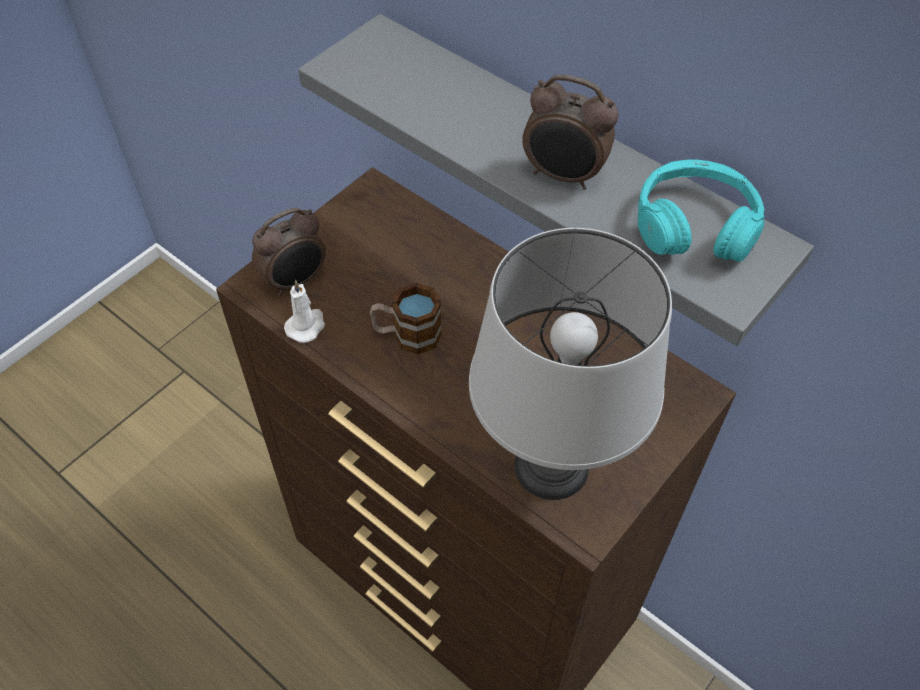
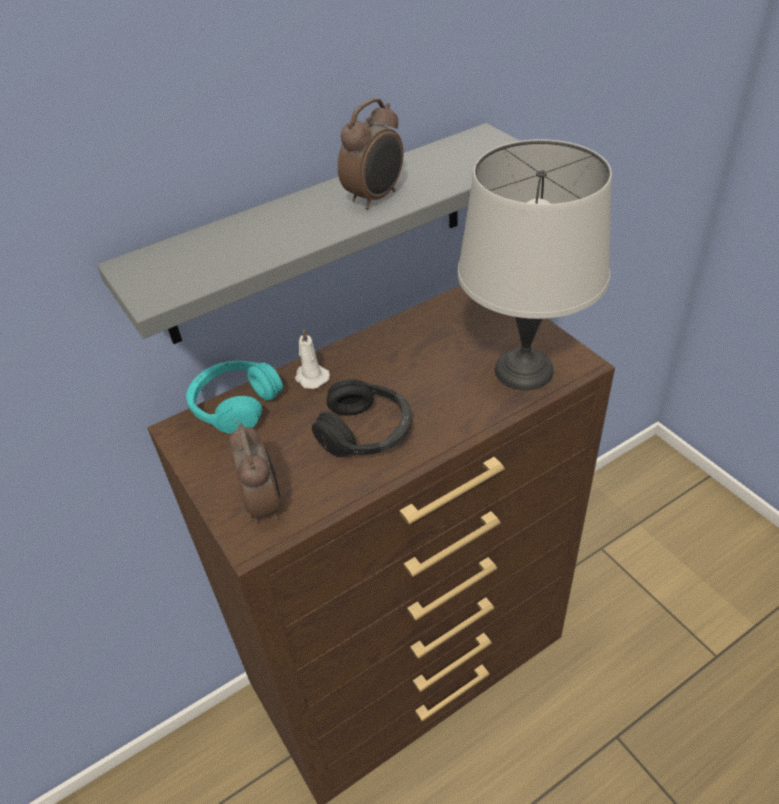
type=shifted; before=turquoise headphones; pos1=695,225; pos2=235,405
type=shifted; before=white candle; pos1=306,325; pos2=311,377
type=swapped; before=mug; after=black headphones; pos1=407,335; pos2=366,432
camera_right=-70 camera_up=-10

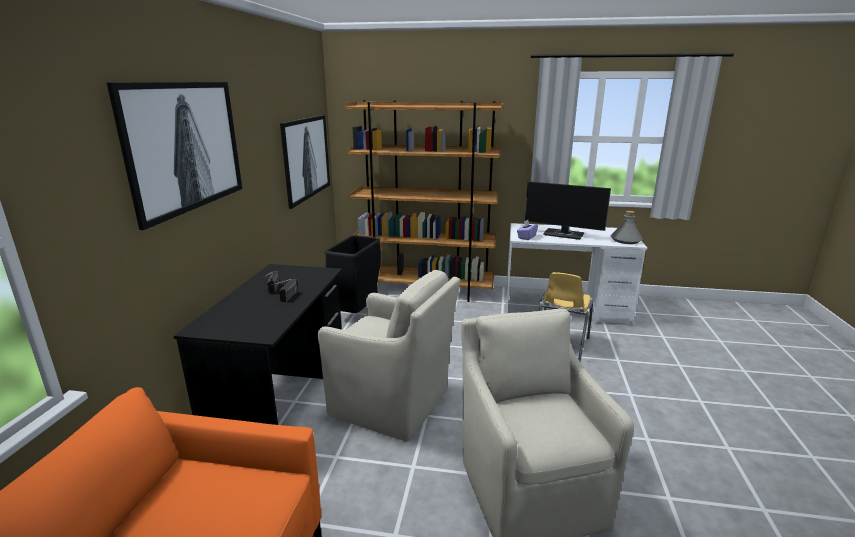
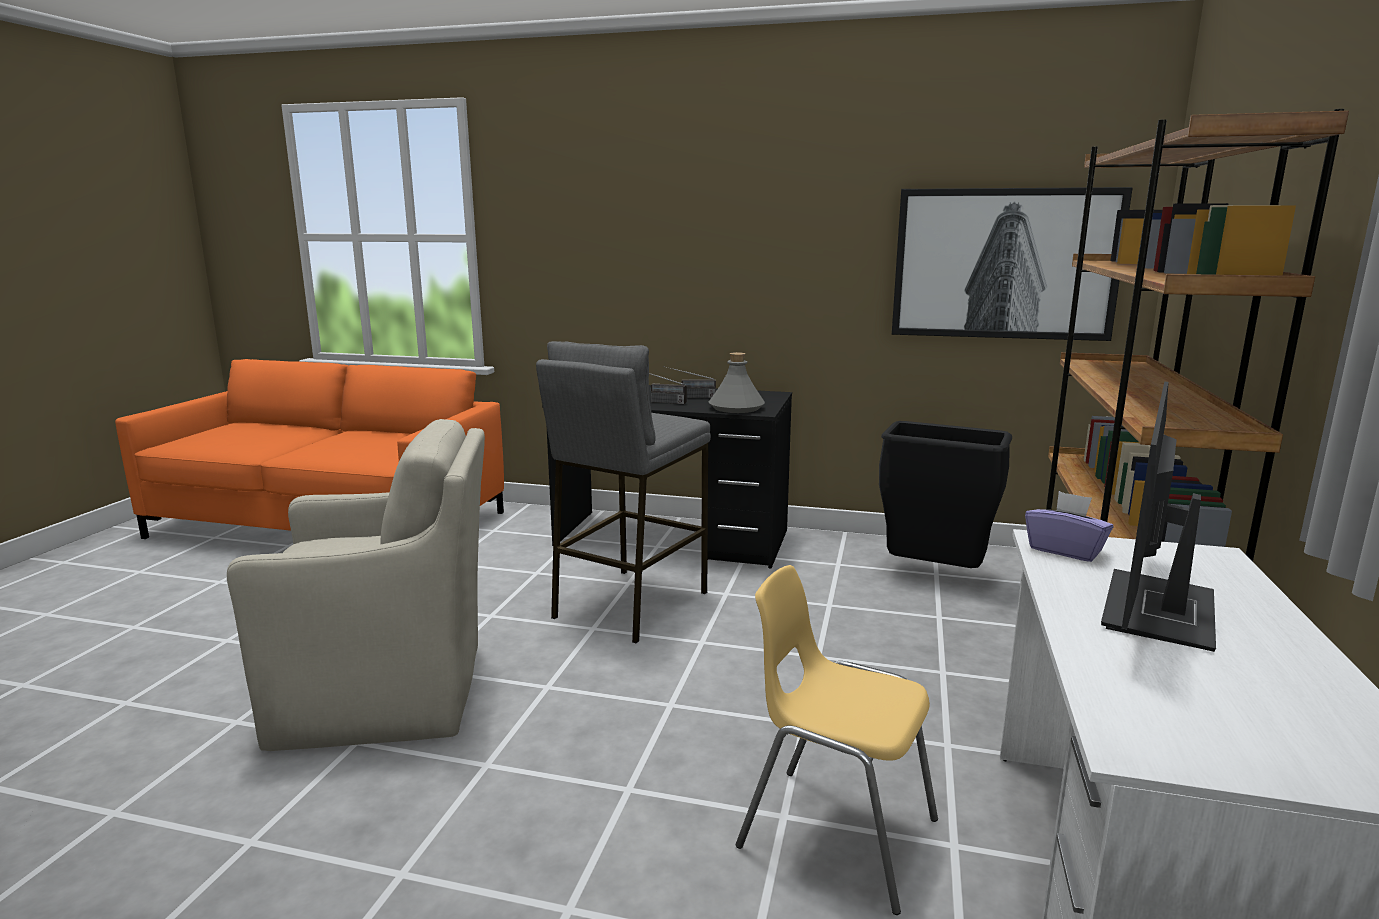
type=swapped; before=beige armchair; after=grey stool; pos1=392,404; pos2=629,604
type=shifted; before=grey bottle; pos1=625,240; pos2=736,408
type=gone; before=picture; pos1=184,146
camera_right=95 camera_up=-5

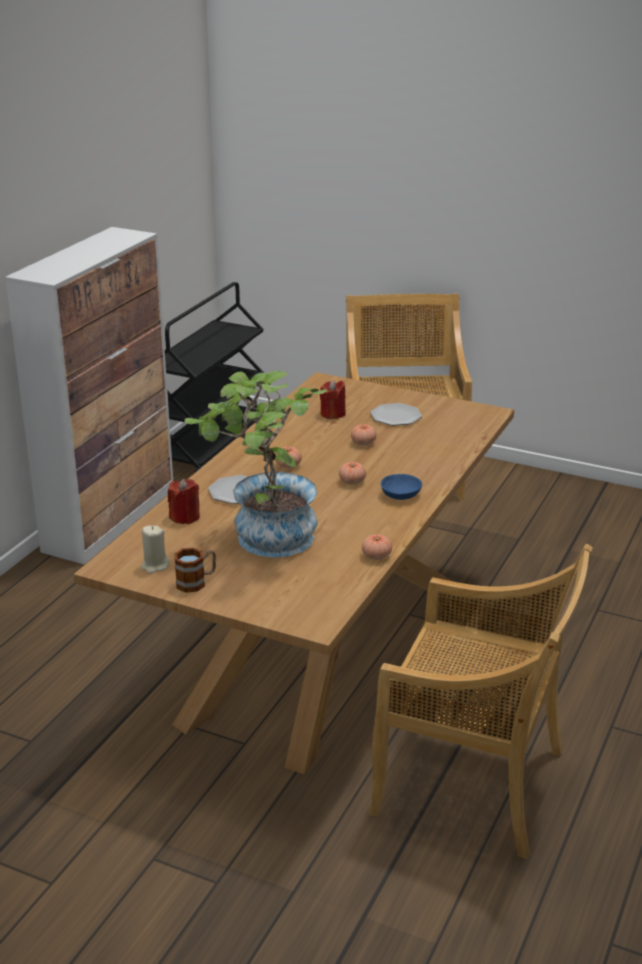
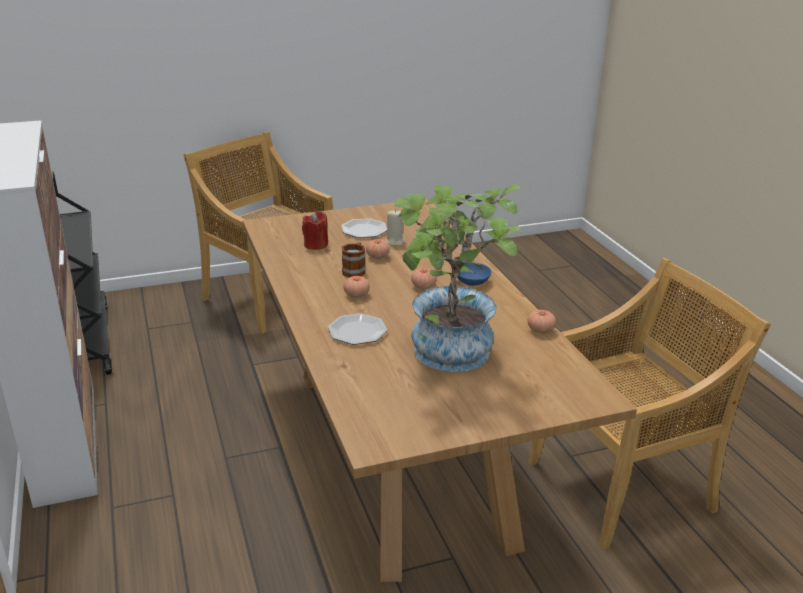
type=shifted; before=mug; pos1=196,582; pos2=355,270
type=shifted; before=beige candle; pos1=155,566; pos2=395,241
type=gone; before=red candle; pos1=185,517
camera_right=-45 camera_up=0

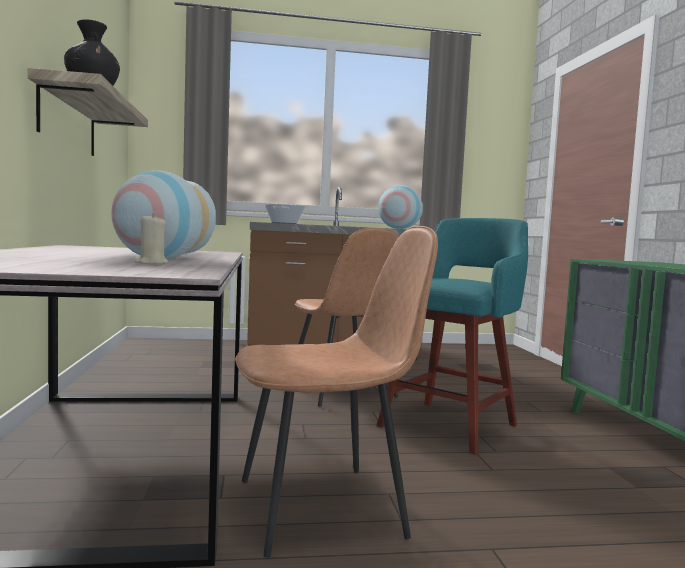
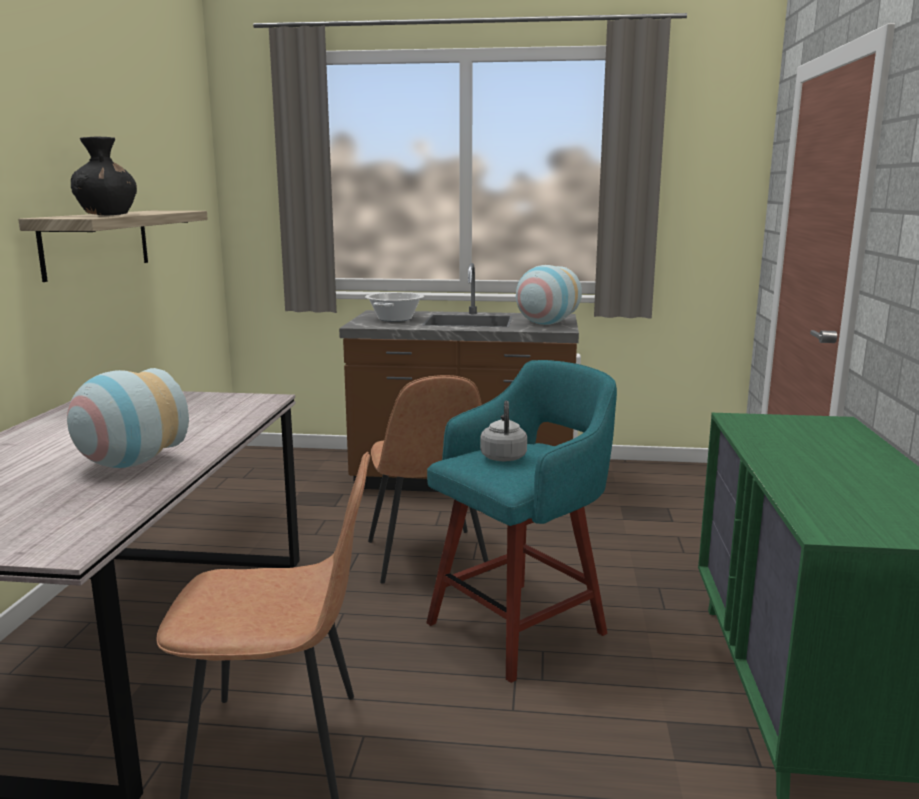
type=new; after=grey kettle; pos2=503,456
type=gone; before=beige candle; pos1=151,263
camera_right=15 camera_up=10

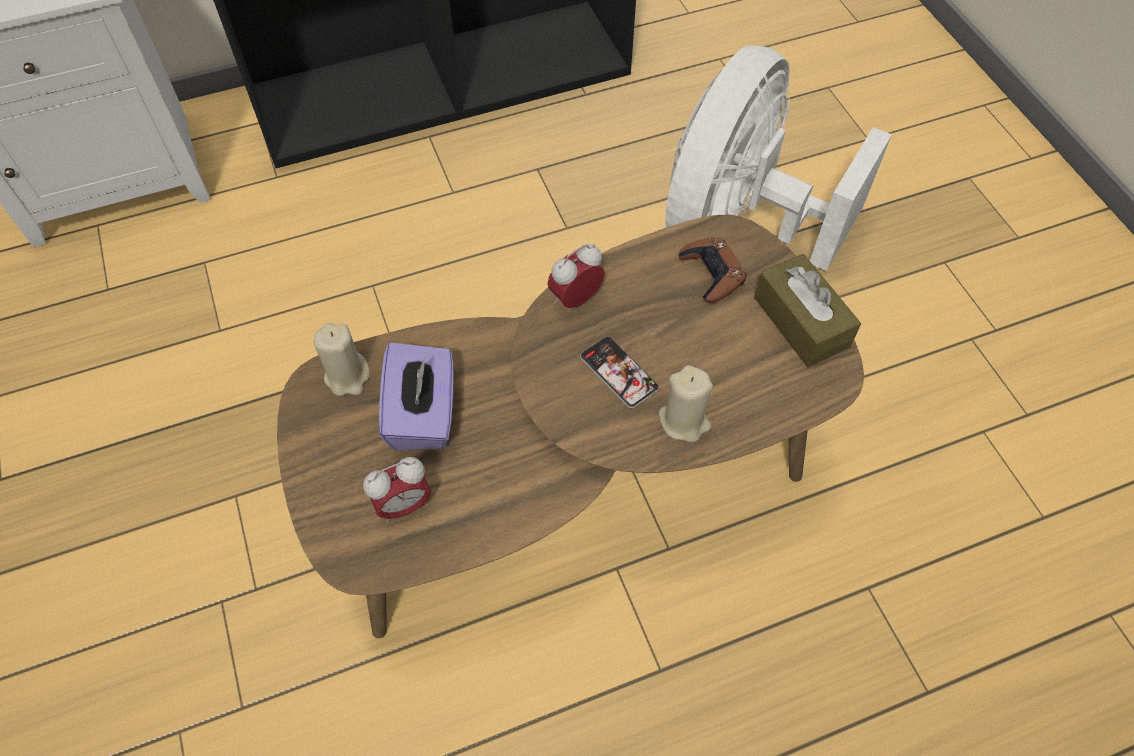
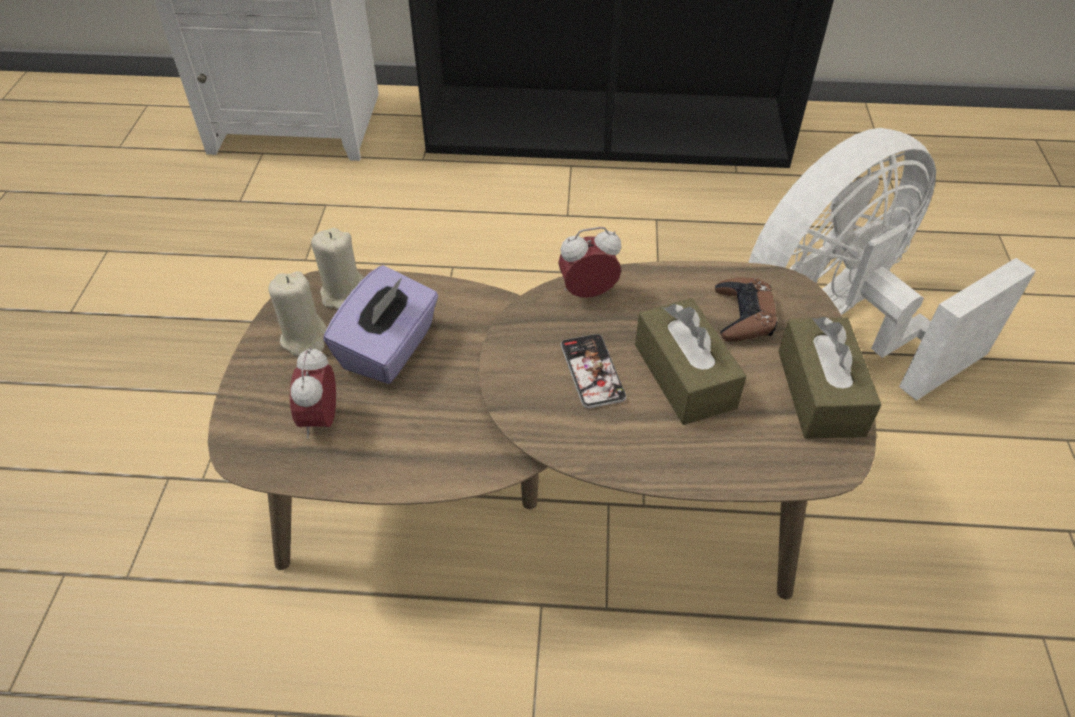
type=shifted; before=beige candle; pos1=684,421; pos2=305,338
type=rotated; before=alarm clock; pos1=404,505; pos2=321,419; turn=90
type=new; after=brown tissue box; pos2=684,376
camera_right=25 camera_up=-10

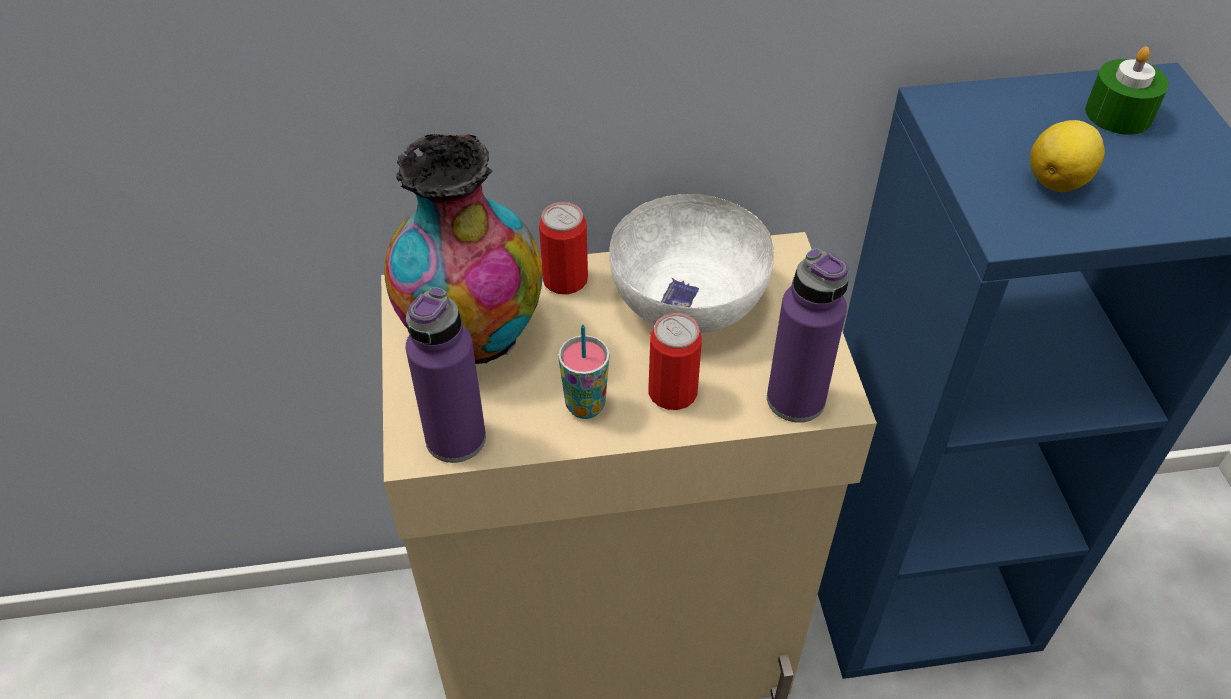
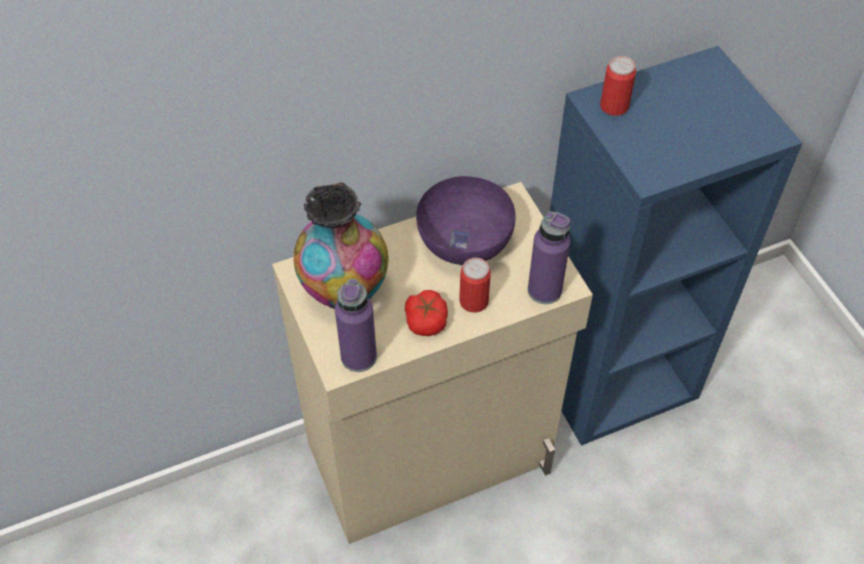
type=swapped; before=cup; after=tomato; pos1=585,406; pos2=426,320
type=repainted; before=white bowl; after=purple bowl; pos1=688,301; pos2=465,242
type=shifted; before=can; pos1=565,279; pos2=614,106
type=gone; before=lemon; pos1=1058,180
type=gone; before=green candle; pos1=1118,114
camera_right=-15 camera_up=5

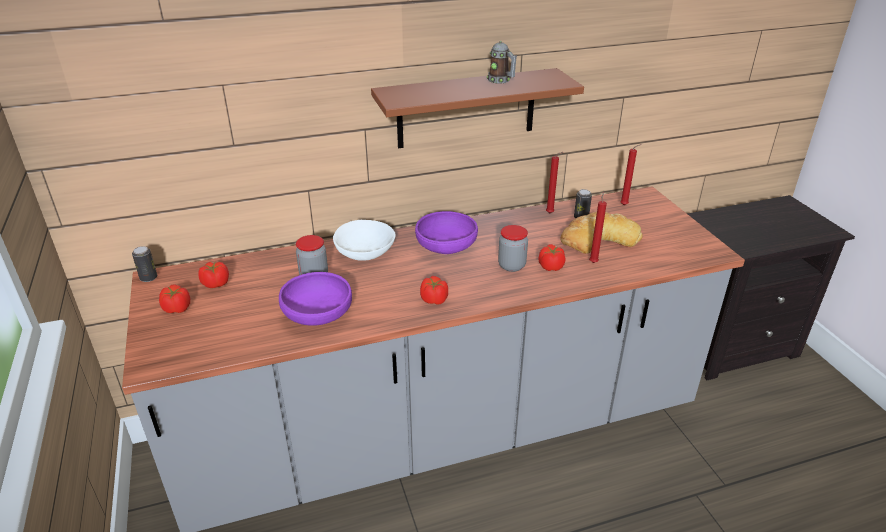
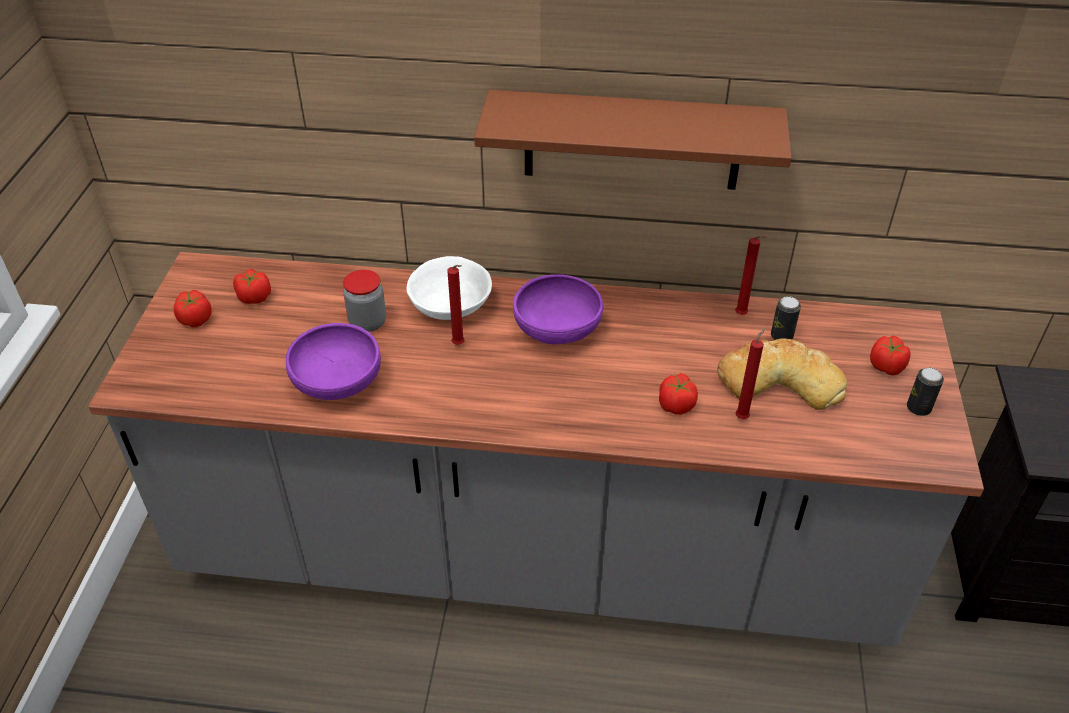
type=shifted; before=red candle; pos1=625,205; pos2=459,345
type=shifted; before=tomato; pos1=434,300; pos2=886,366
type=shifted; before=can; pos1=148,278; pos2=918,408
type=gone; before=mug; pos1=501,80
type=gone; before=jar; pos1=511,265
camera_right=25 camera_up=10

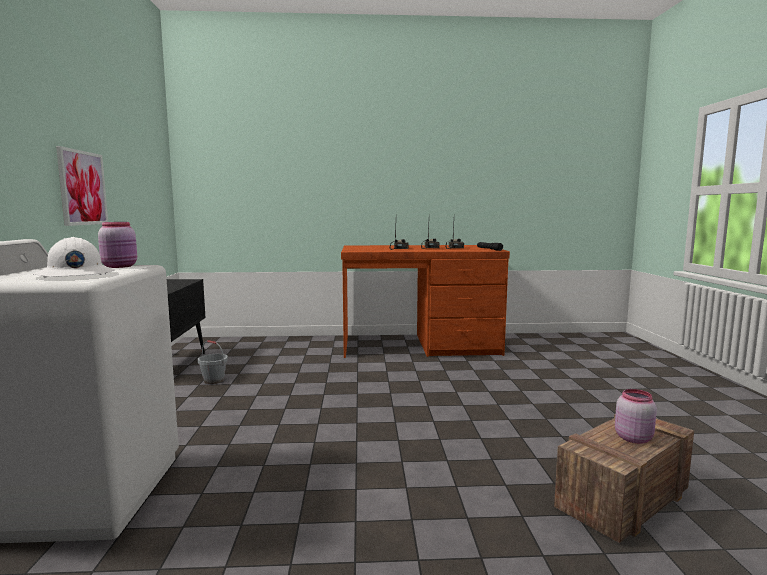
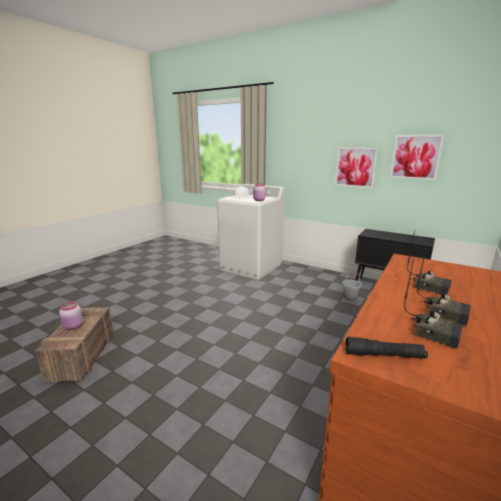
type=new; after=picture; pos2=415,157
camera_right=125 camera_up=10

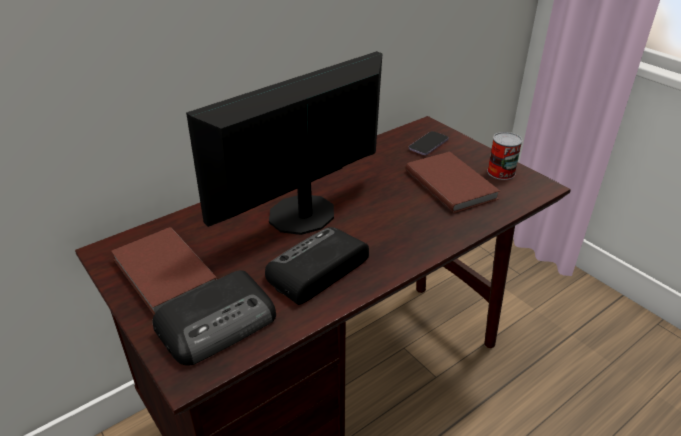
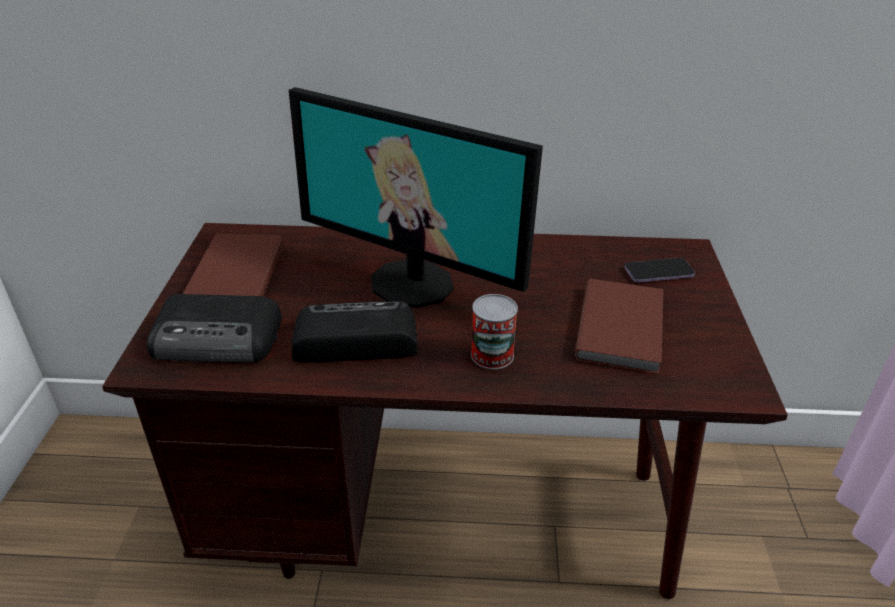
type=rotated; before=monitor; pos1=302,215; pos2=413,282; turn=-150
type=shifted; before=can; pos1=501,172; pos2=492,355
camera_right=40 camera_up=0

